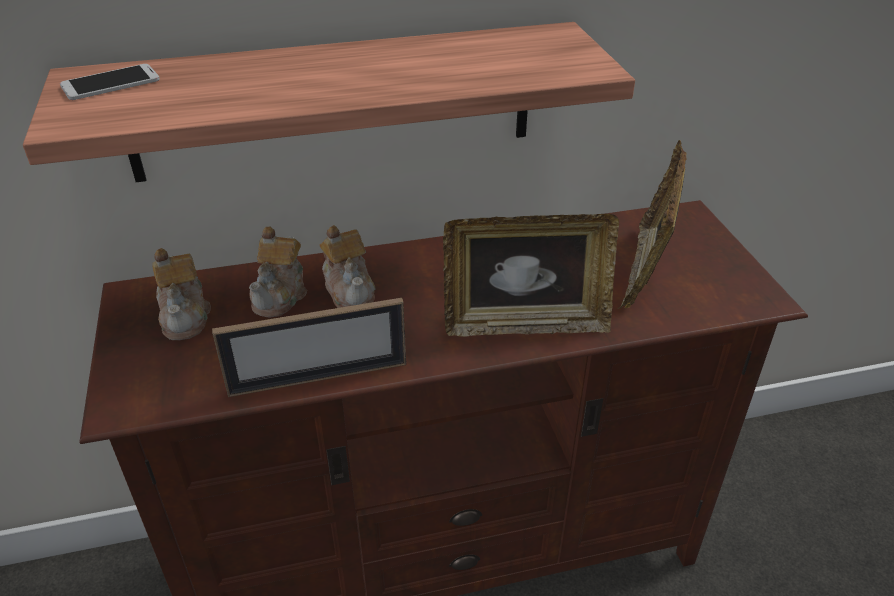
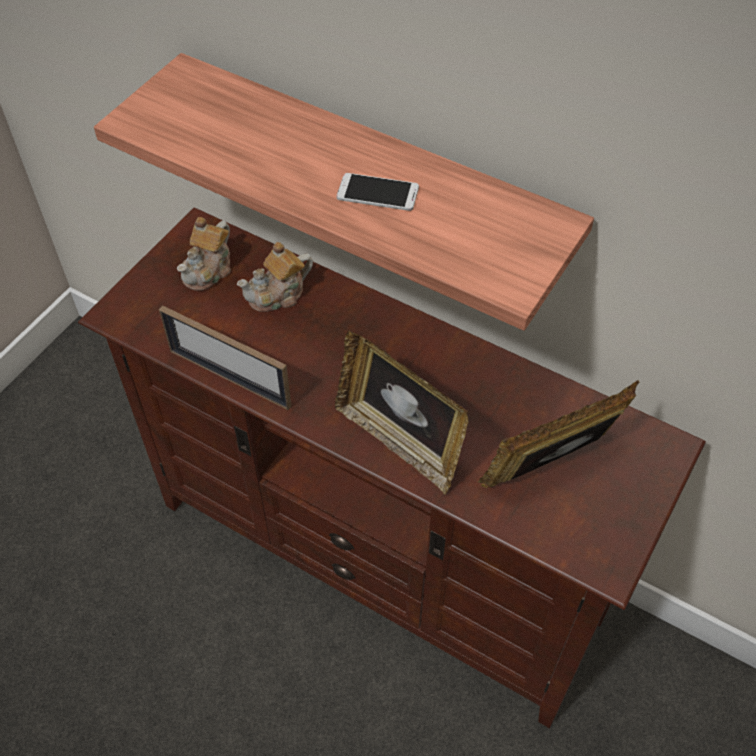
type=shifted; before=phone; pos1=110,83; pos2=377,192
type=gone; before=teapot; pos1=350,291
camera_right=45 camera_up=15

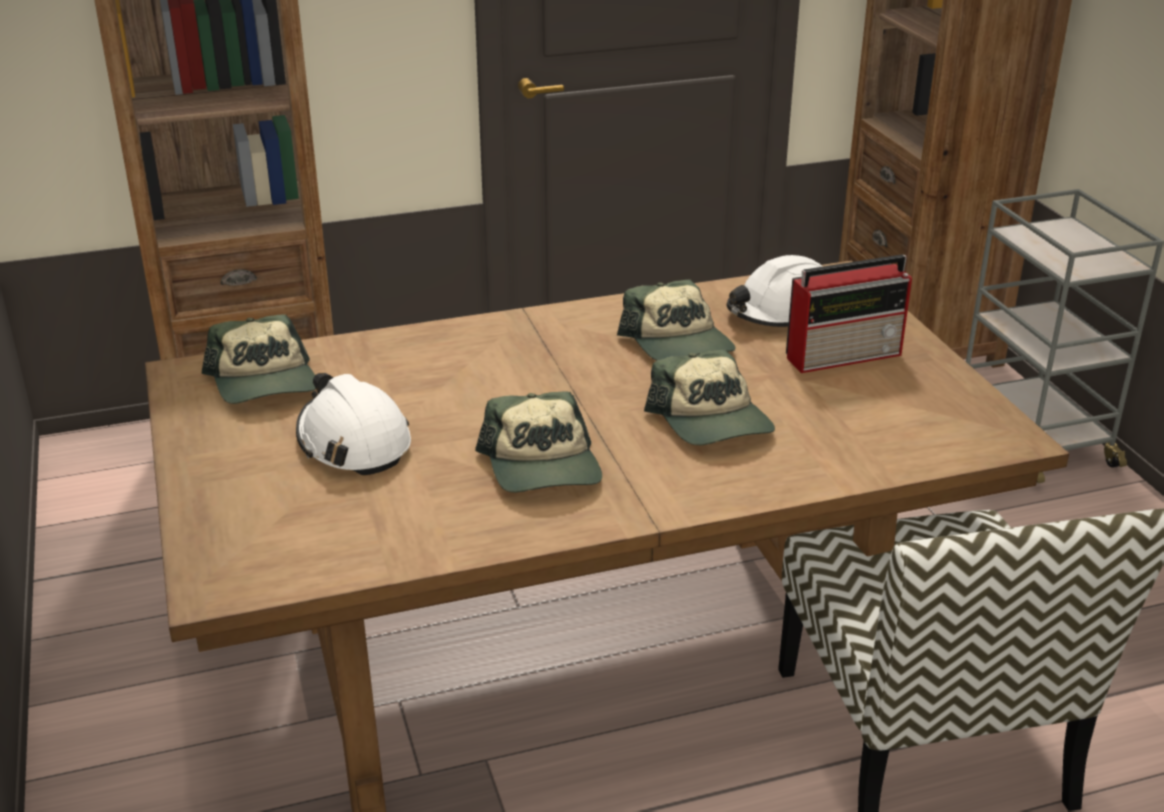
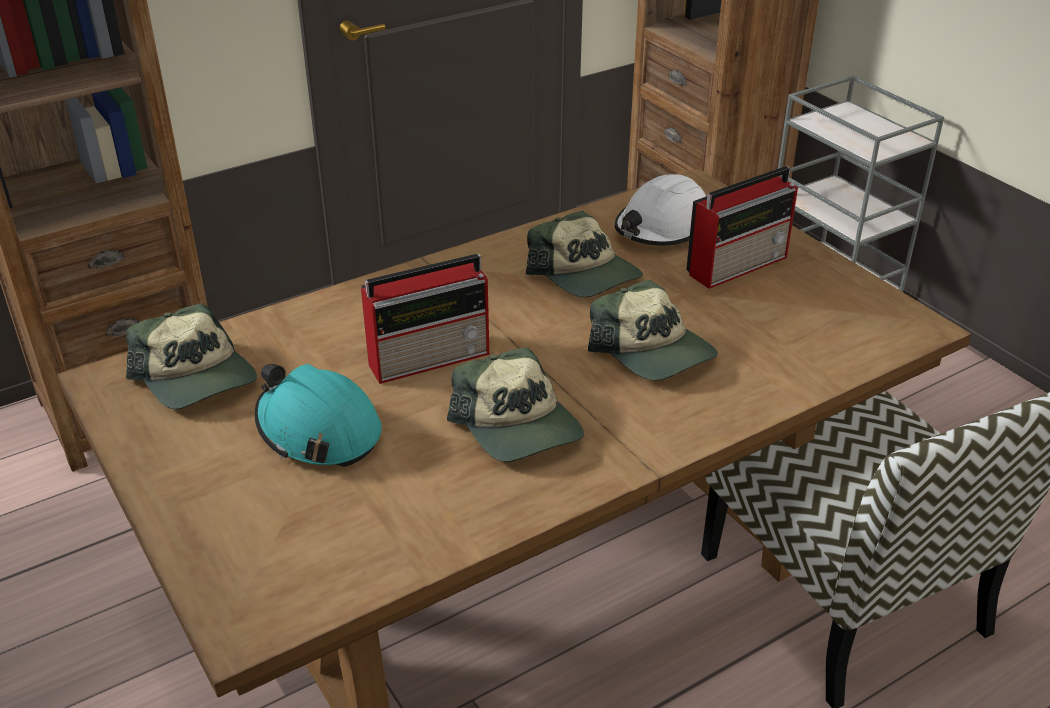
type=repainted; before=white hard hat; after=turquoise hard hat; pos1=353,442; pos2=318,430
type=new; after=radio; pos2=431,357
camera_right=-15 camera_up=5

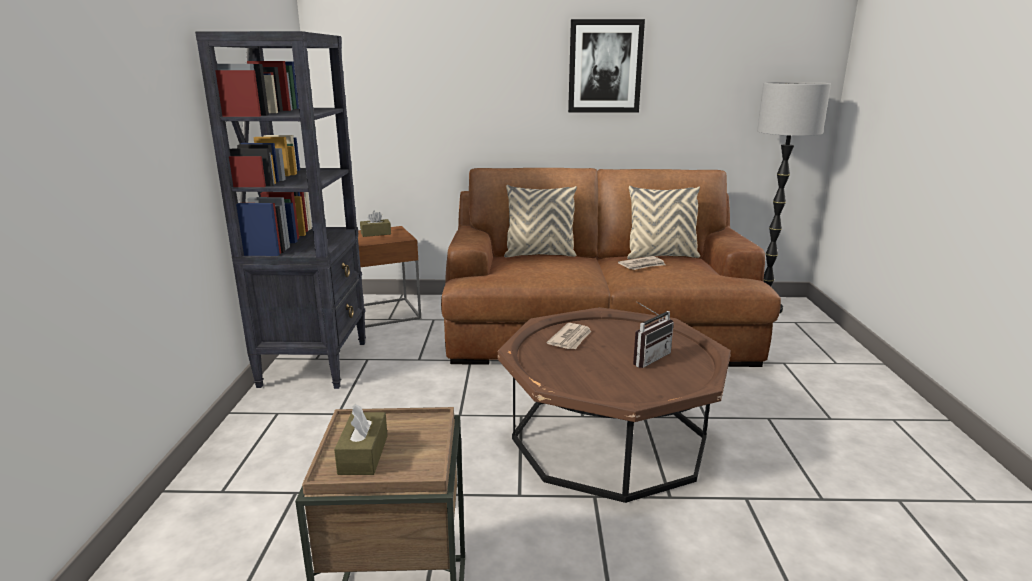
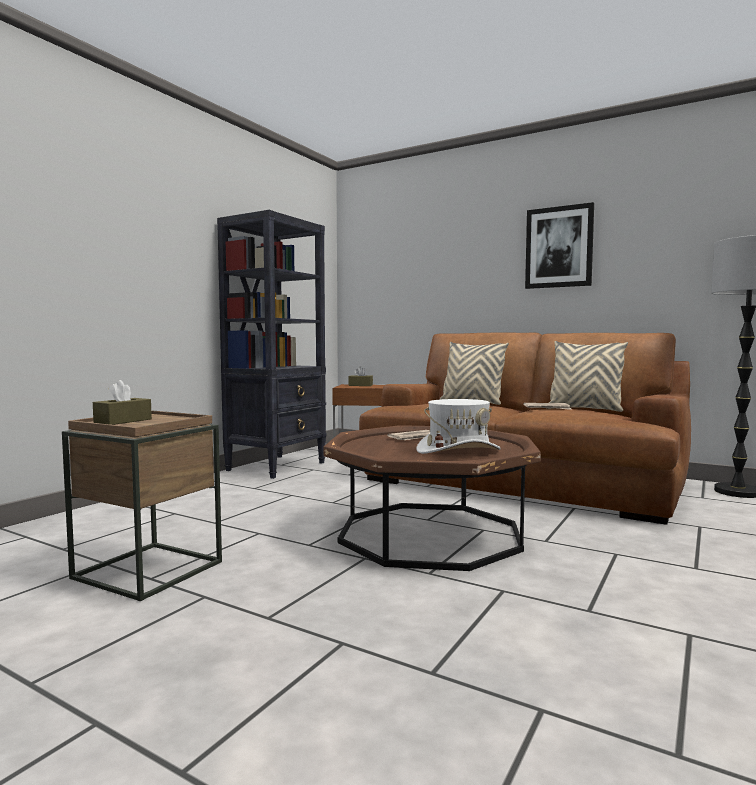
type=swapped; before=radio; after=white hat; pos1=647,357; pos2=458,450
camera_right=30 camera_up=-15

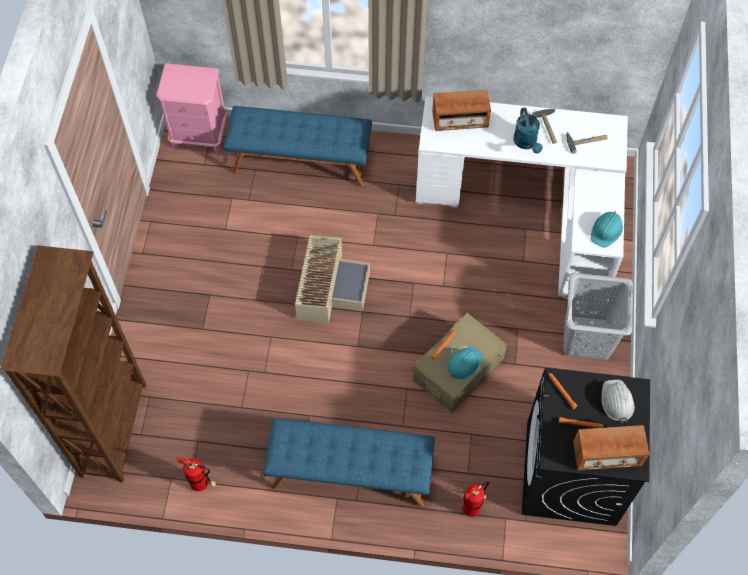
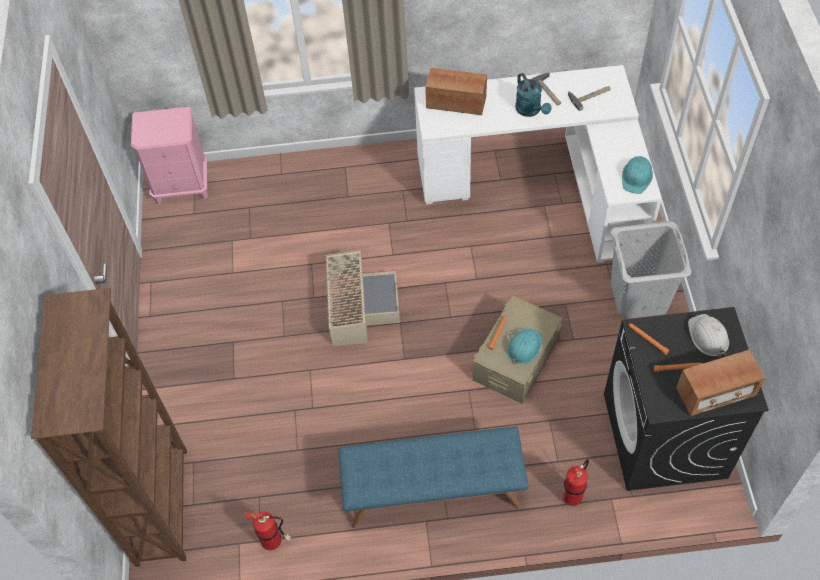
type=rotated; before=radio; pos1=460,120; pos2=456,102; turn=-150
type=gone; before=blue bench; pos1=301,161
camera_right=-10 camera_up=-5

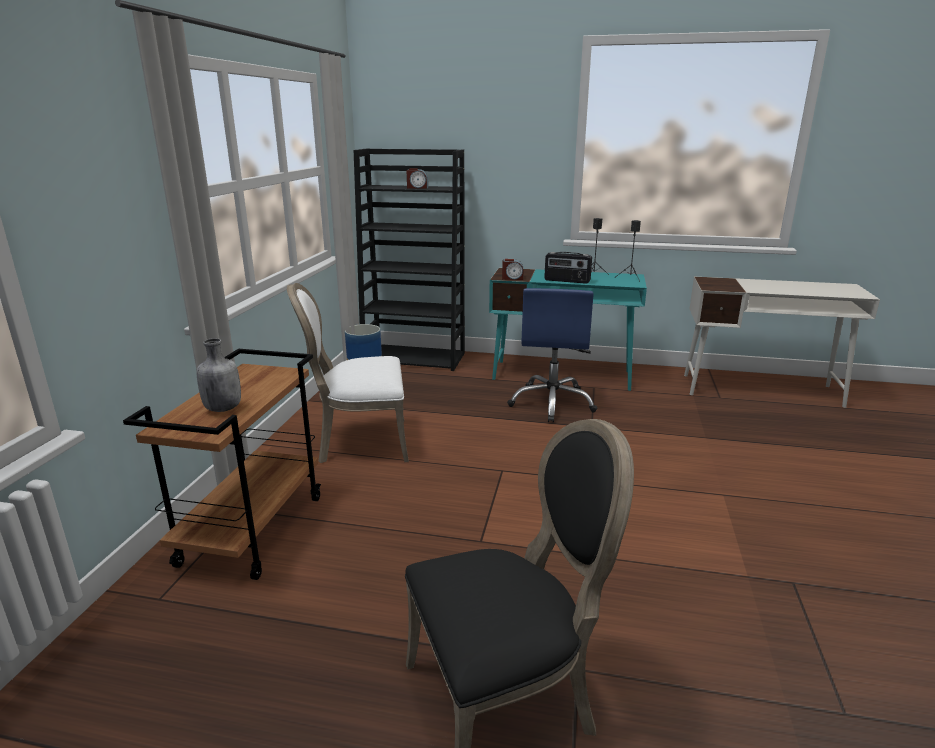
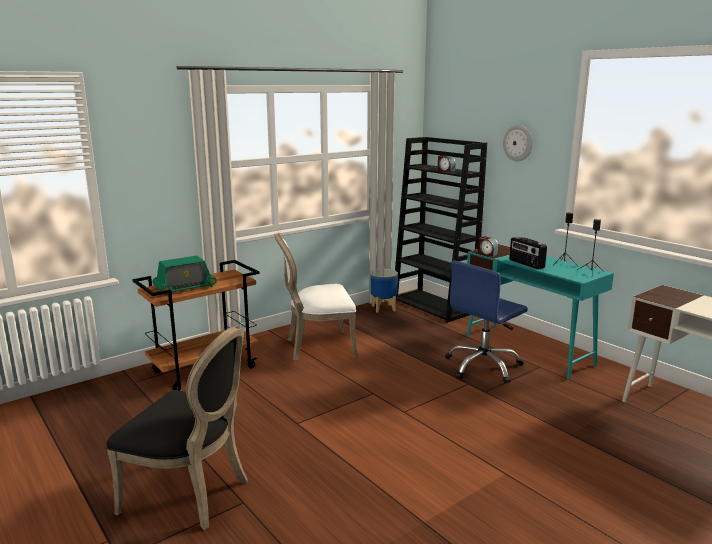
type=swapped; before=grey bottle; after=radio; pos1=223,408; pos2=185,287
type=rotated; before=white chair; pos1=360,443; pos2=317,347; turn=-45
type=new; after=wall clock; pos2=518,143
camera_right=40 camera_up=-5

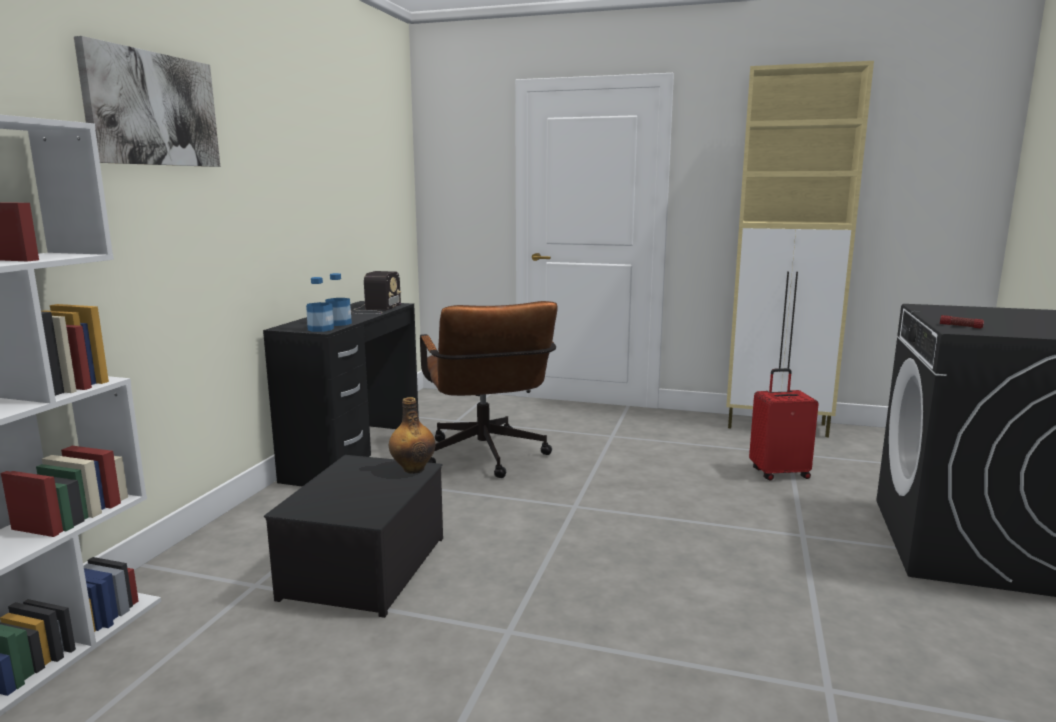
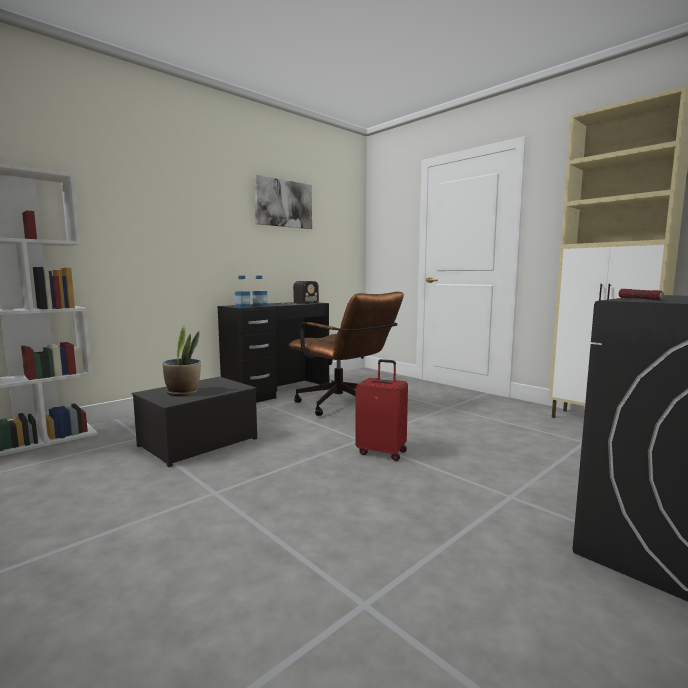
type=new; after=potted plant; pos2=183,392
type=shifted; before=picture; pos1=152,109; pos2=283,203
type=rotated; before=brown office chair; pos1=486,459; pos2=345,406; turn=-60
type=shifted; before=red suitcase; pos1=779,473; pos2=382,452
type=gone; before=bottle; pos1=413,469
camera_right=30 camera_up=-5

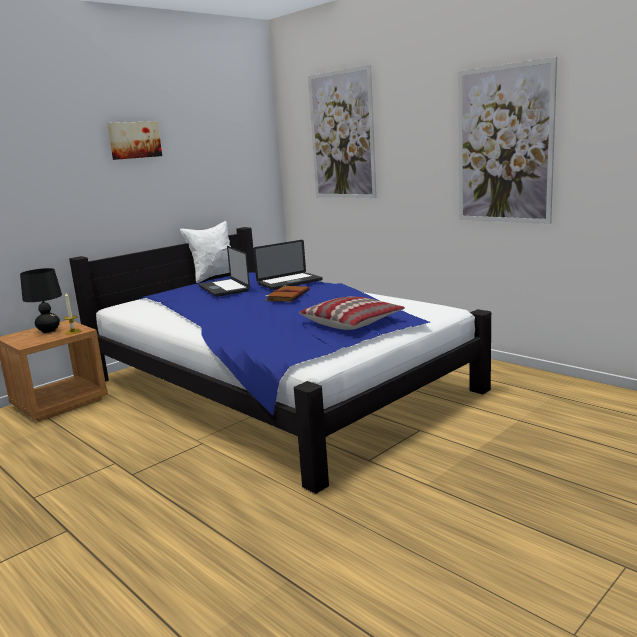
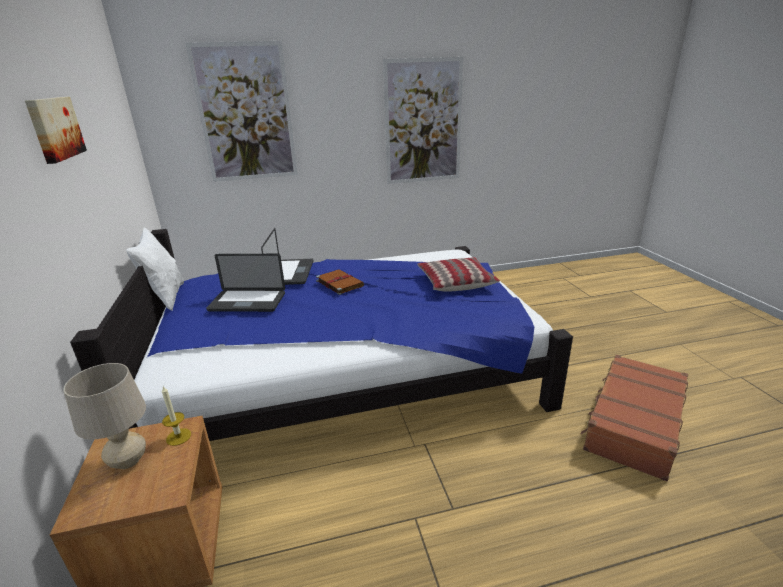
type=repainted; before=black table lamp; after=beige table lamp; pos1=49,331; pos2=128,461
type=new; after=brown suitcase; pos2=633,423
camera_right=-60 camera_up=10

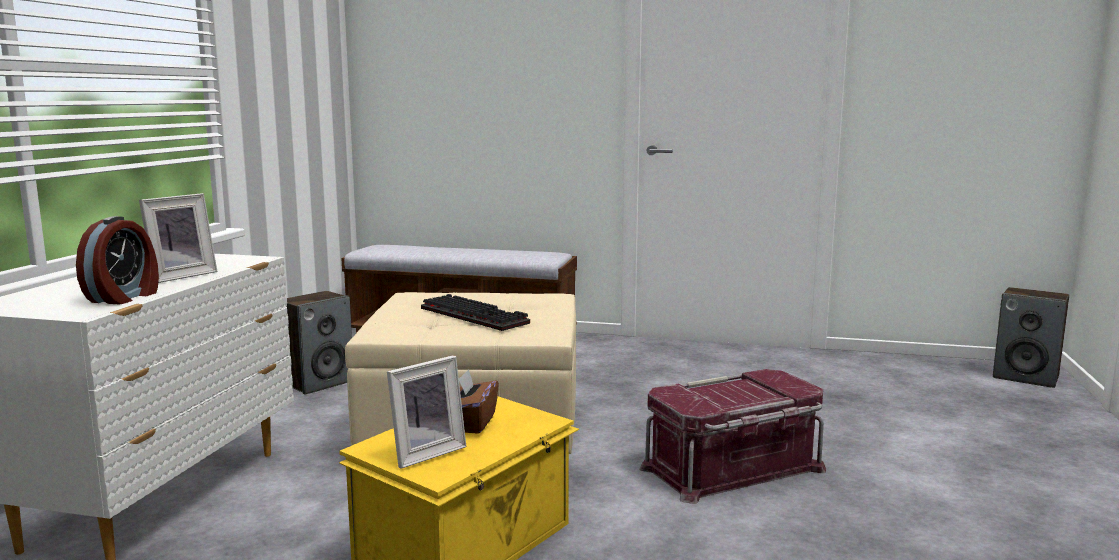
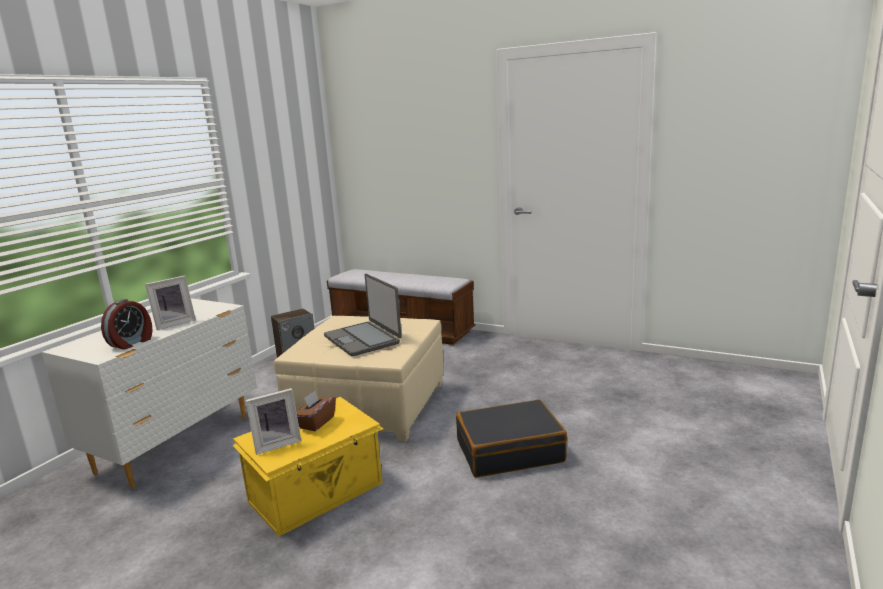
type=swapped; before=keyboard; after=laptop; pos1=477,316; pos2=363,339
type=swapped; before=red storage box; after=black suitcase; pos1=734,469; pos2=509,451
type=gone; before=speaker; pos1=1026,377
camera_right=15 camera_up=5

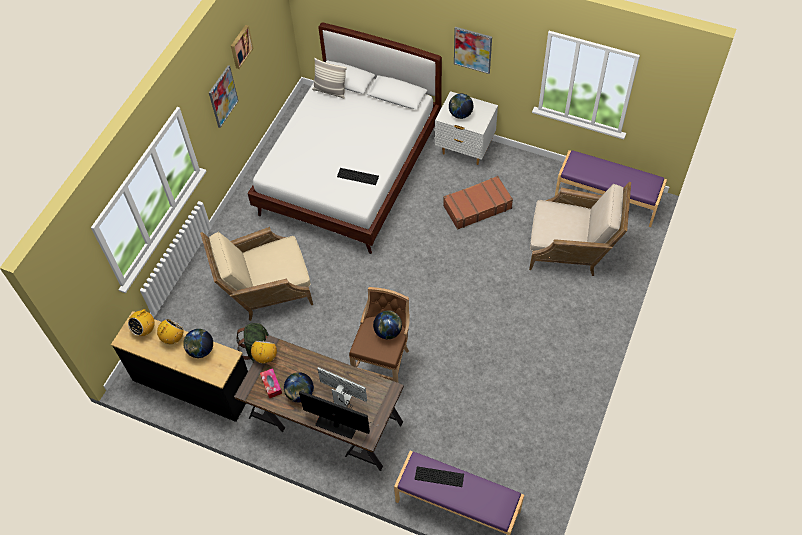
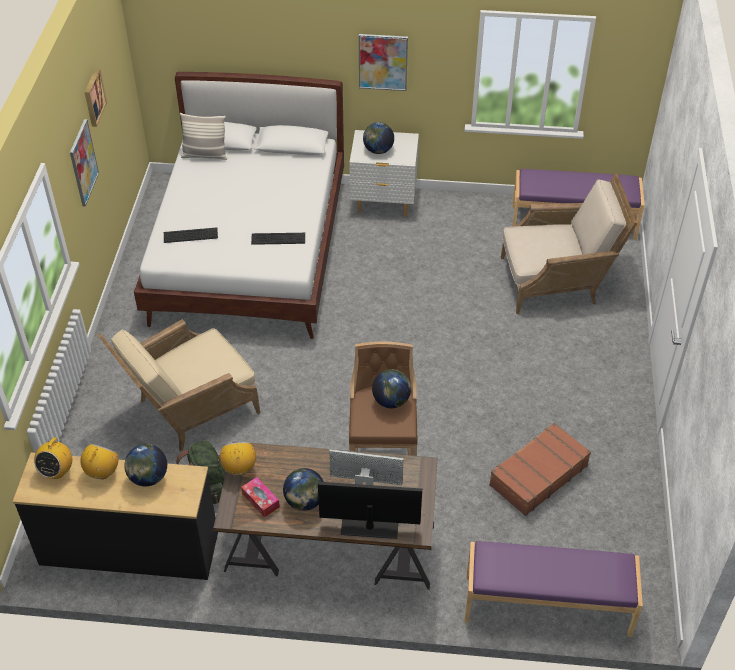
type=shifted; before=keyboard; pos1=439,476; pos2=190,235
type=shifted; before=brown suitcase; pos1=477,207; pos2=537,475
camera_right=-20 camera_up=-10

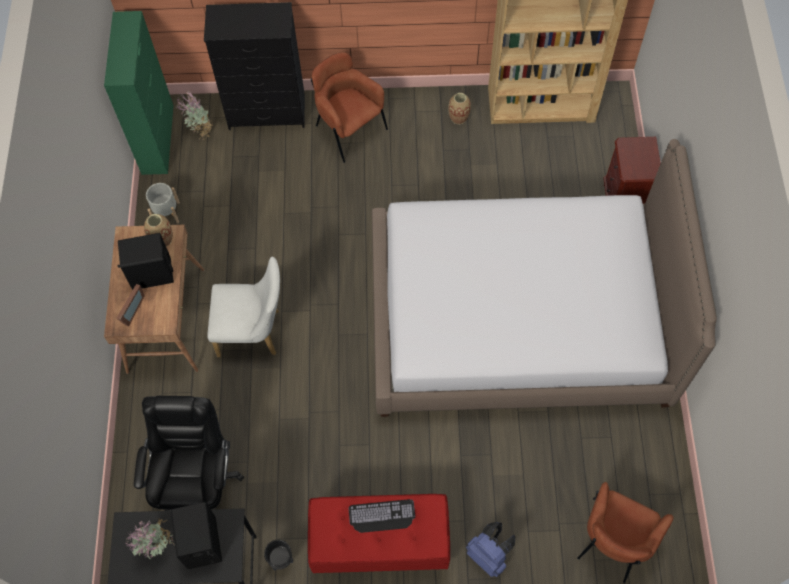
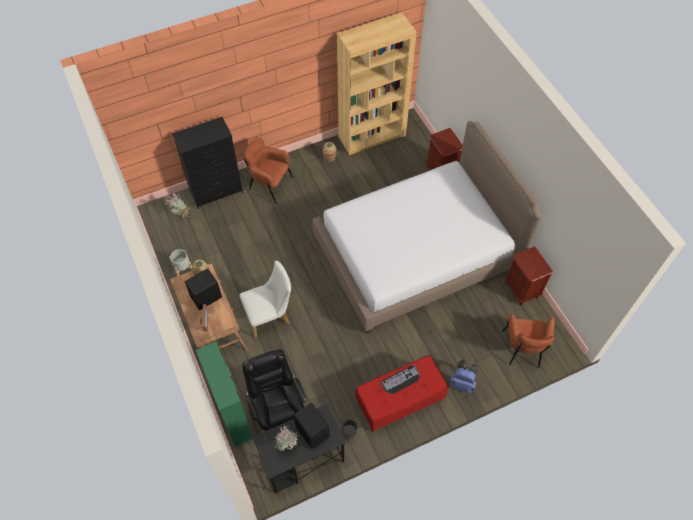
type=shifted; before=green cabinet; pos1=158,139; pos2=233,414
type=new; after=brown nightstand; pos2=521,290
camera_right=-25 camera_up=-5

